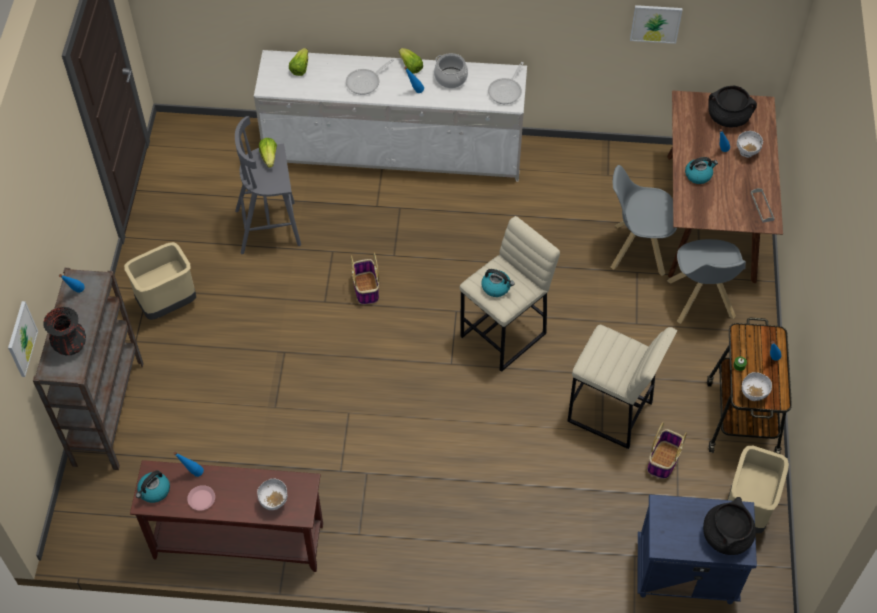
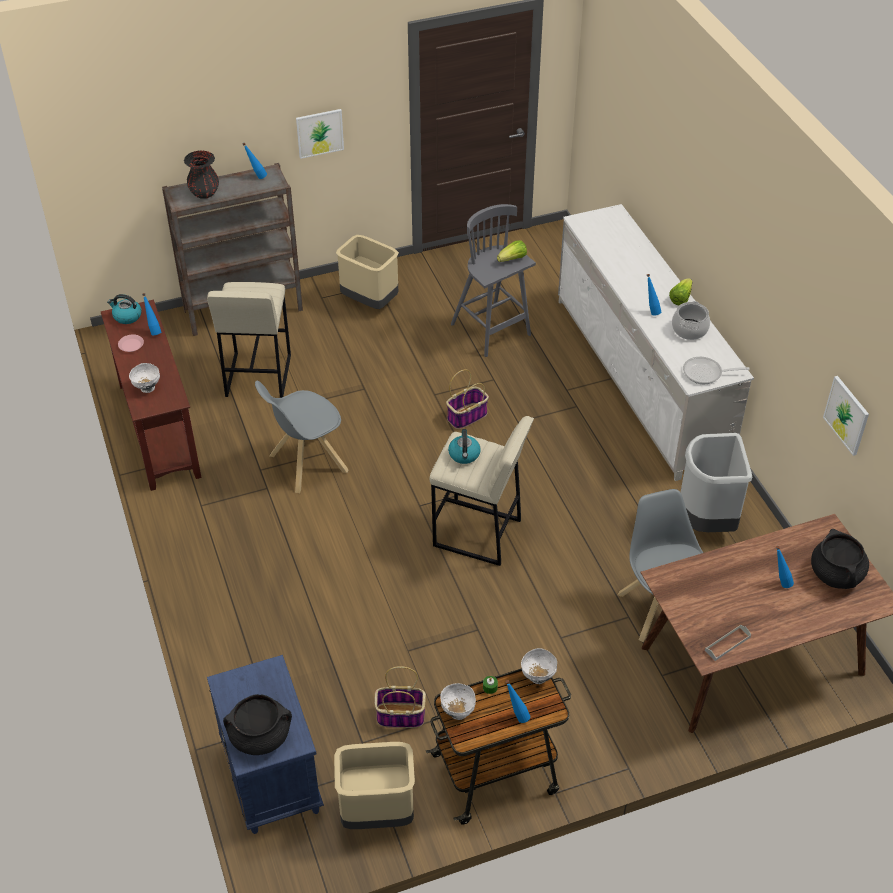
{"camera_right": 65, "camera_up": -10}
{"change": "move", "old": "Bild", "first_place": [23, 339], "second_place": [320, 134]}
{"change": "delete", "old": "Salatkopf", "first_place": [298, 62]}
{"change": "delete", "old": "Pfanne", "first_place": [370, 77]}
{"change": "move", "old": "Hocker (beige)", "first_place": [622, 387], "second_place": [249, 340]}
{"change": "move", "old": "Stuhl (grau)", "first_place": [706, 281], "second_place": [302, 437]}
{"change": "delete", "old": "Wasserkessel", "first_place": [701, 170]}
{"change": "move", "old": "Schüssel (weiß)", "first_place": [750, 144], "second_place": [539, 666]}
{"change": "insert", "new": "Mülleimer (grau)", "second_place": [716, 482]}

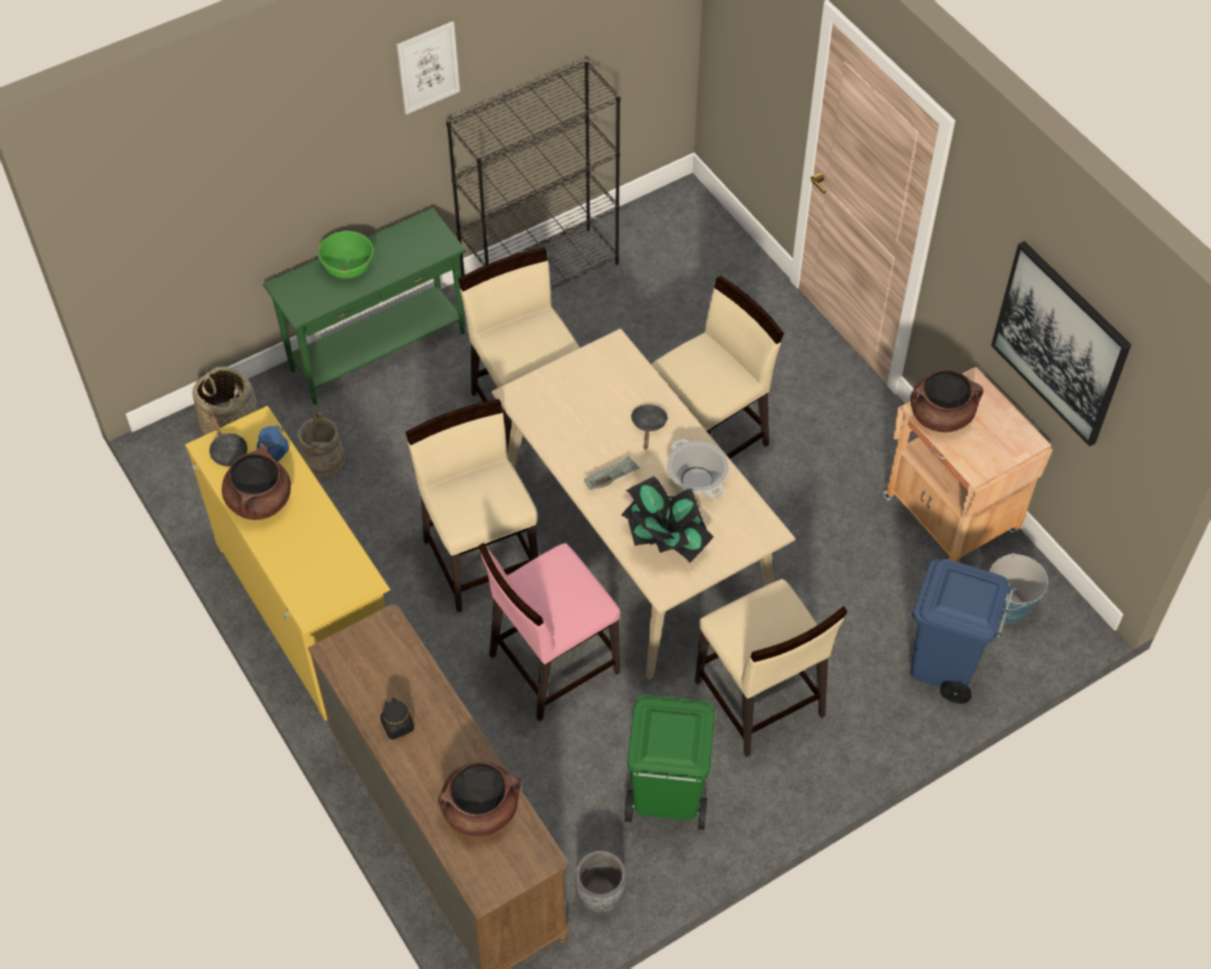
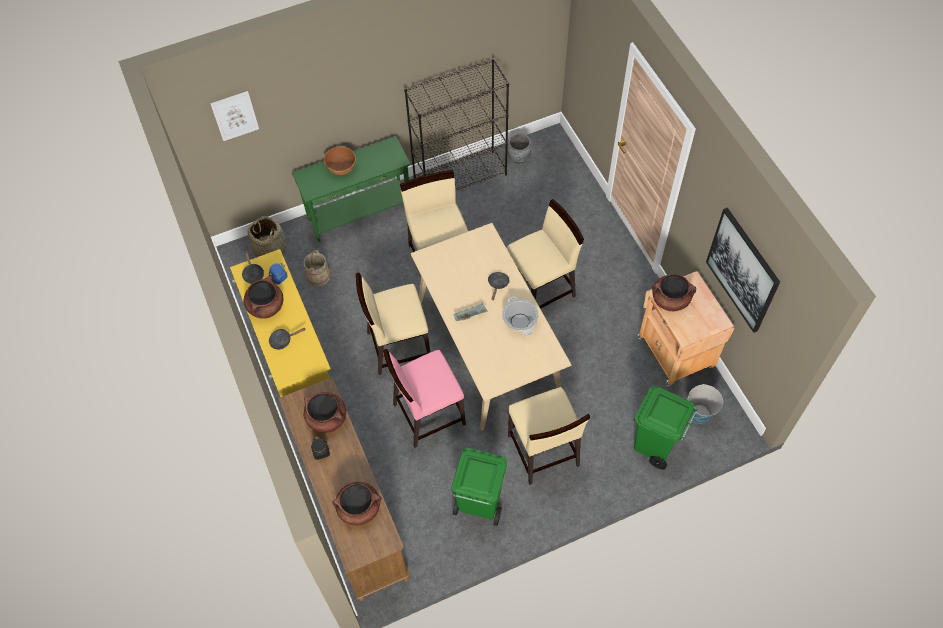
{"camera_right": 10, "camera_up": 5}
{"change": "recolor", "old": "Schüssel (grün)", "new": "Schüssel (braun)", "first_place": [345, 255], "second_place": [340, 160]}
{"change": "move", "old": "Bild", "first_place": [428, 68], "second_place": [234, 116]}
{"change": "rotate", "old": "Stuhl (beige)", "first_place": [472, 505], "second_place": [393, 324], "degrees": -90}
{"change": "move", "old": "Pflanzkübel (grau)", "first_place": [600, 881], "second_place": [519, 148]}
{"change": "delete", "old": "Topfpflanze", "first_place": [667, 519]}
{"change": "recolor", "old": "Mülleimer (blau)", "new": "Mülleimer (grün)", "first_place": [963, 631], "second_place": [666, 428]}
{"change": "insert", "new": "Pfanne (schwarz)", "second_place": [287, 339]}
{"change": "insert", "new": "Kochtopf (braun)", "second_place": [325, 412]}

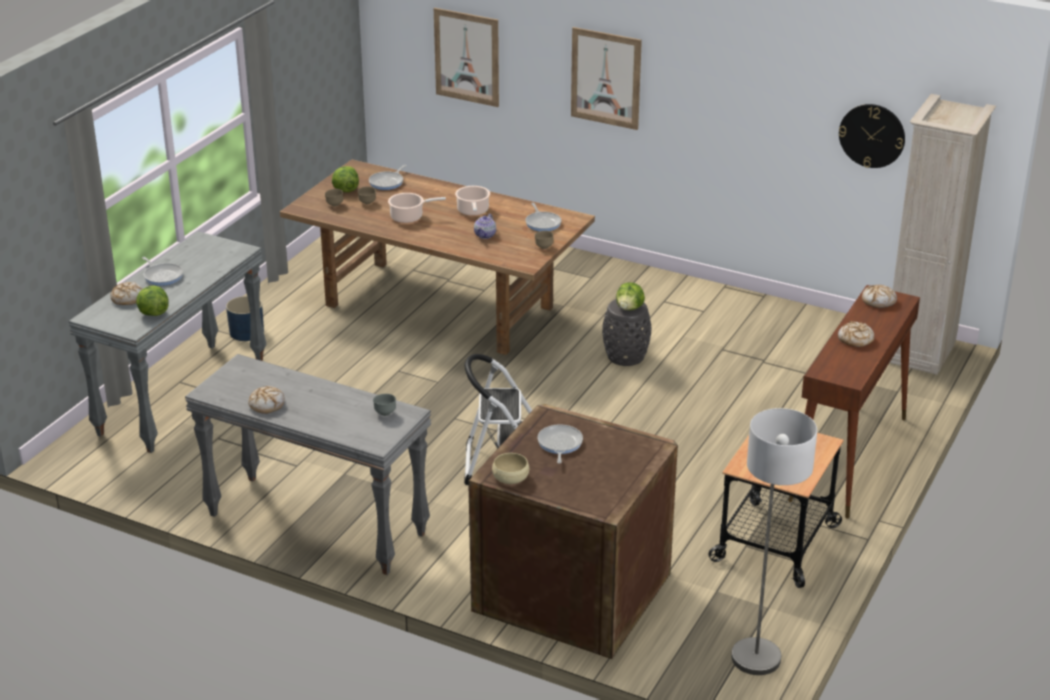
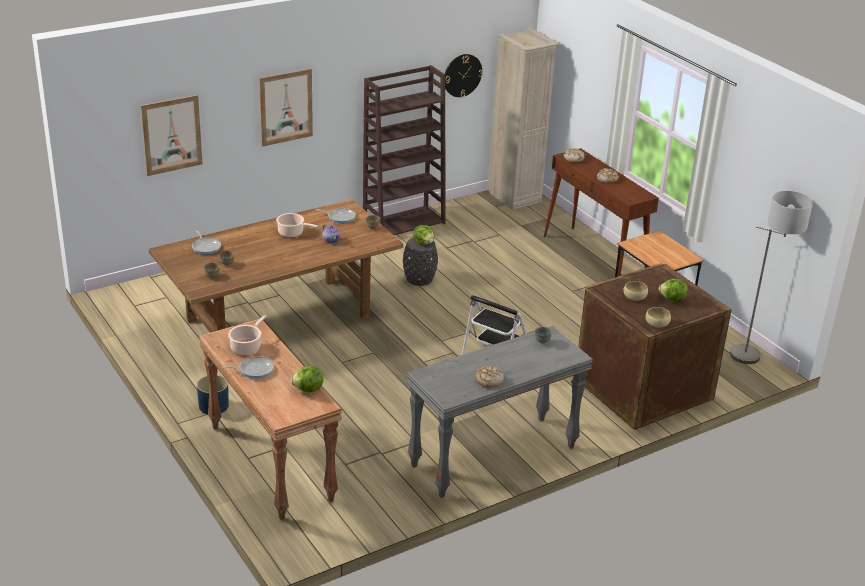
{"camera_right": -60, "camera_up": 0}
{"change": "recolor", "old": "Konsolentisch (grau)", "new": "Konsolentisch (braun)", "first_place": [167, 342], "second_place": [270, 419]}
{"change": "delete", "old": "Brot", "first_place": [126, 293]}
{"change": "move", "old": "Salatkopf", "first_place": [345, 179], "second_place": [673, 290]}
{"change": "move", "old": "Kochtopf", "first_place": [417, 208], "second_place": [247, 335]}
{"change": "replace", "old": "Pfanne", "new": "Schüssel (beige)", "first_place": [560, 443], "second_place": [635, 291]}
{"change": "insert", "new": "Bücherregal (braun)", "second_place": [404, 150]}

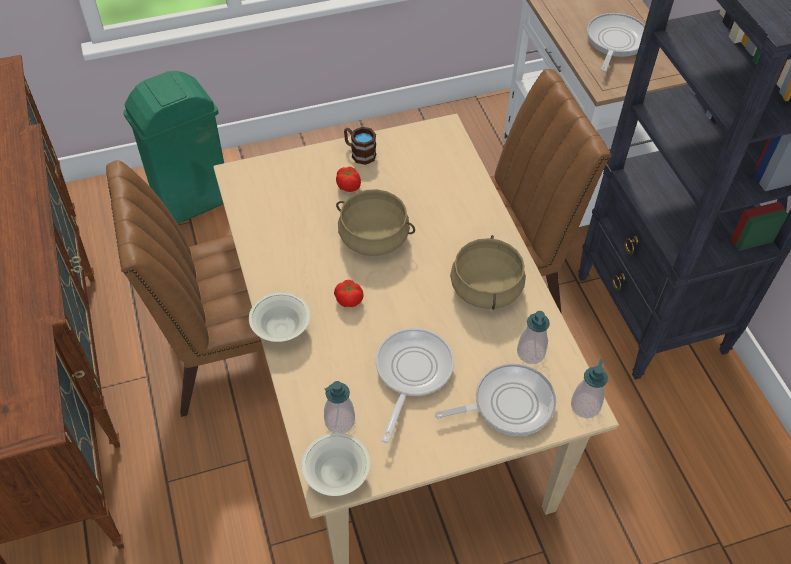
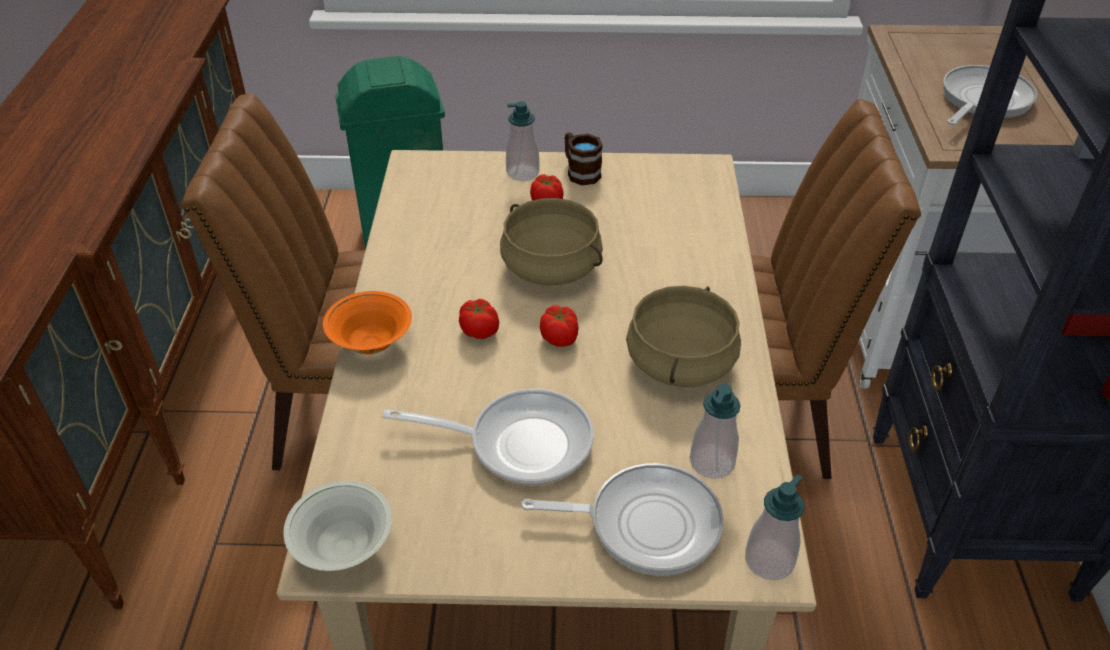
{"camera_right": 20, "camera_up": -10}
{"change": "recolor", "old": "Schüssel (weiß)", "new": "Schüssel (orange)", "first_place": [279, 317], "second_place": [367, 322]}
{"change": "move", "old": "Seifenspender", "first_place": [339, 407], "second_place": [523, 141]}
{"change": "rotate", "old": "Pfanne", "first_place": [415, 385], "second_place": [488, 437], "degrees": 60}
{"change": "insert", "new": "Tomate", "second_place": [559, 326]}

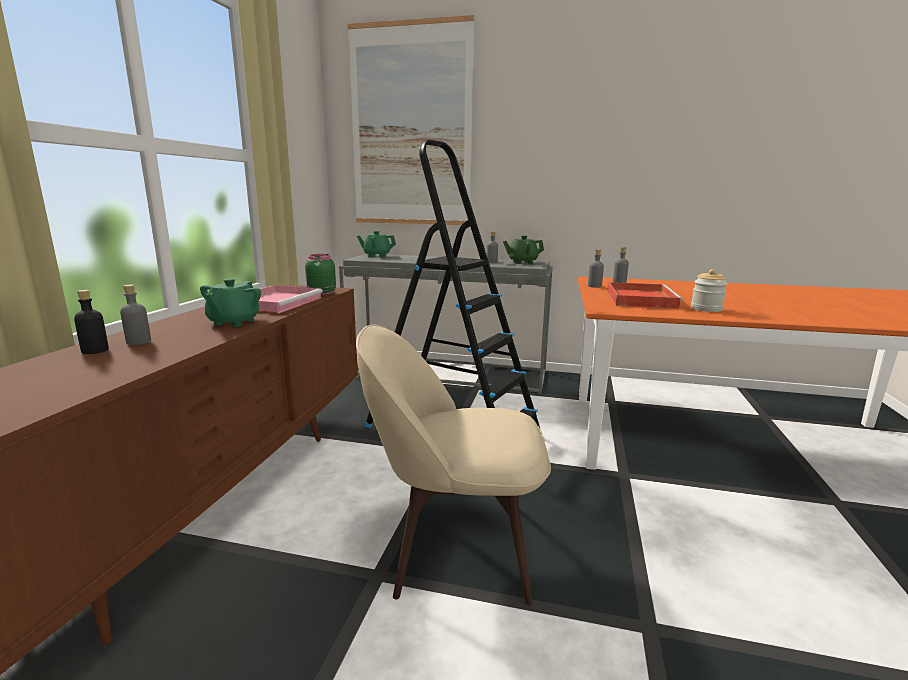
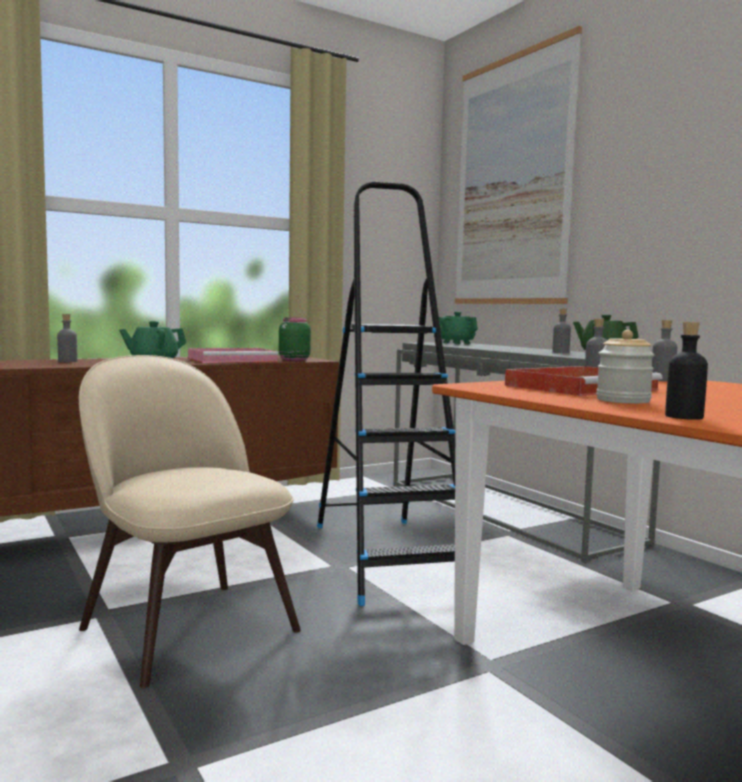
{"camera_right": 45, "camera_up": -10}
{"change": "move", "old": "Flasche (schwarz)", "first_place": [91, 322], "second_place": [686, 371]}

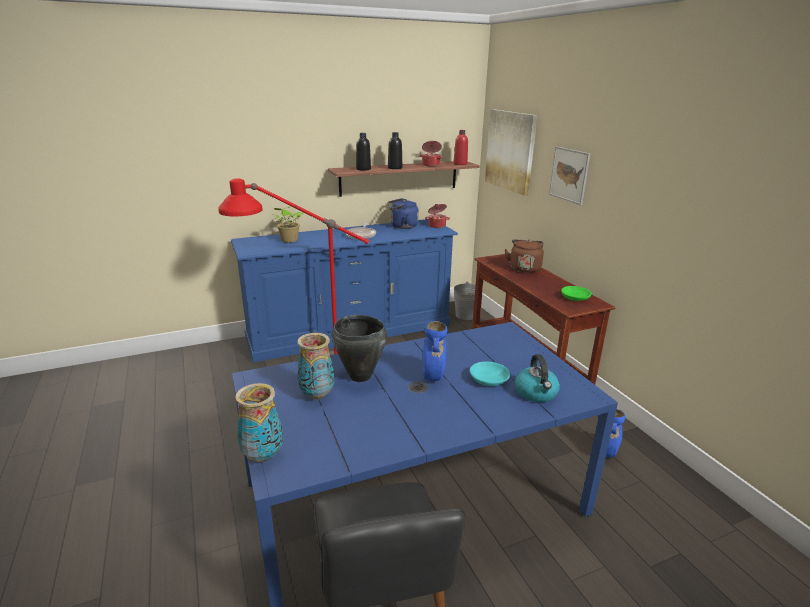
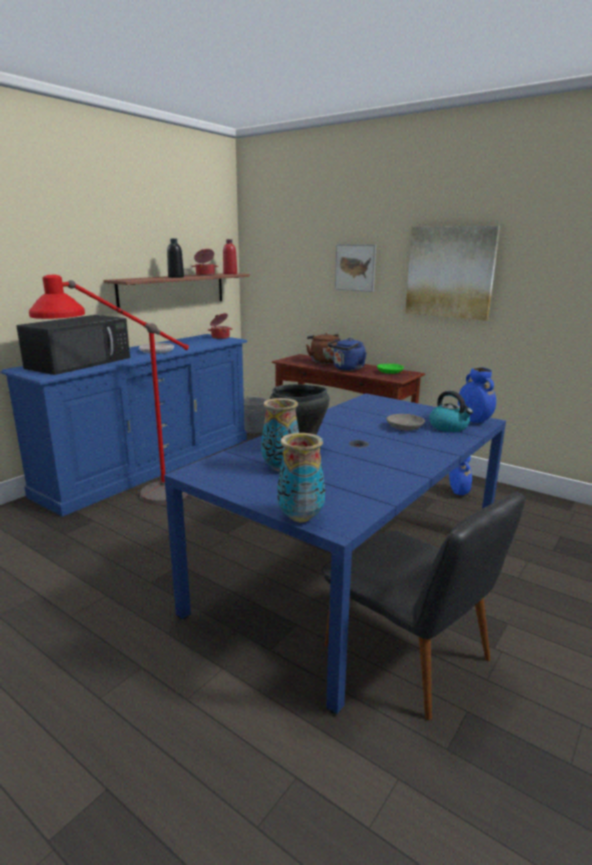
{"camera_right": -30, "camera_up": -5}
{"change": "replace", "old": "Topfpflanze", "new": "Mikrowelle (schwarz)", "first_place": [288, 224], "second_place": [73, 345]}
{"change": "delete", "old": "Flasche (schwarz)", "first_place": [363, 152]}
{"change": "move", "old": "Wasserkessel (blau)", "first_place": [403, 213], "second_place": [347, 354]}
{"change": "move", "old": "Vase (blau)", "first_place": [435, 351], "second_place": [477, 395]}
{"change": "recolor", "old": "Schüssel (türkis)", "new": "Schüssel (grau)", "first_place": [490, 373], "second_place": [405, 422]}
{"change": "move", "old": "Bild", "first_place": [511, 152], "second_place": [452, 273]}

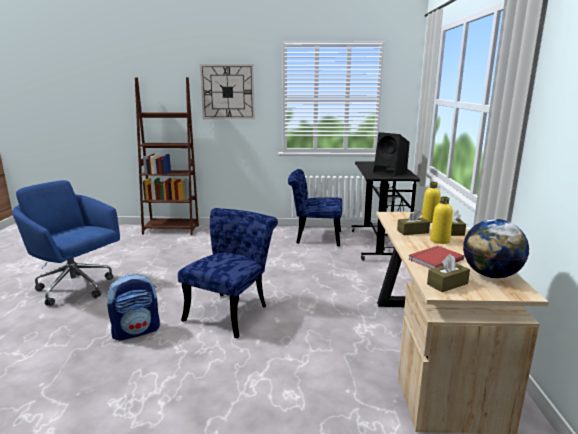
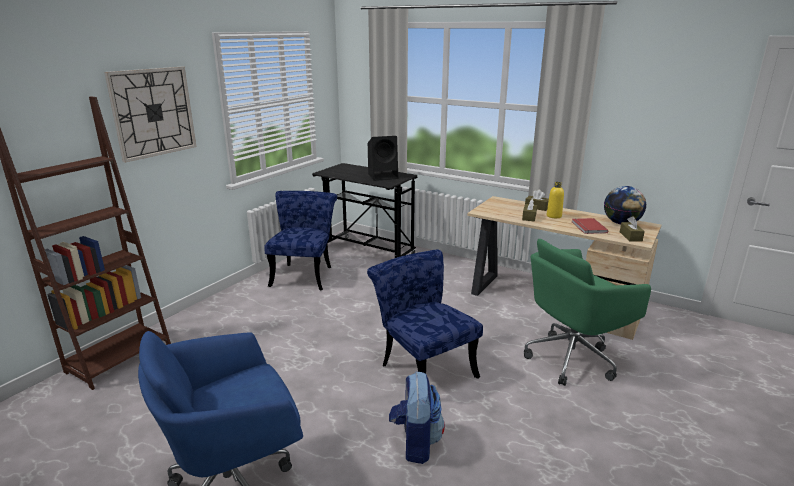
{"camera_right": -60, "camera_up": 5}
{"change": "rotate", "old": "Stuhl (blau)", "first_place": [315, 208], "second_place": [300, 240], "degrees": 150}
{"change": "delete", "old": "Flasche (gelb)", "first_place": [431, 202]}
{"change": "insert", "new": "Bürostuhl (grün)", "second_place": [587, 312]}

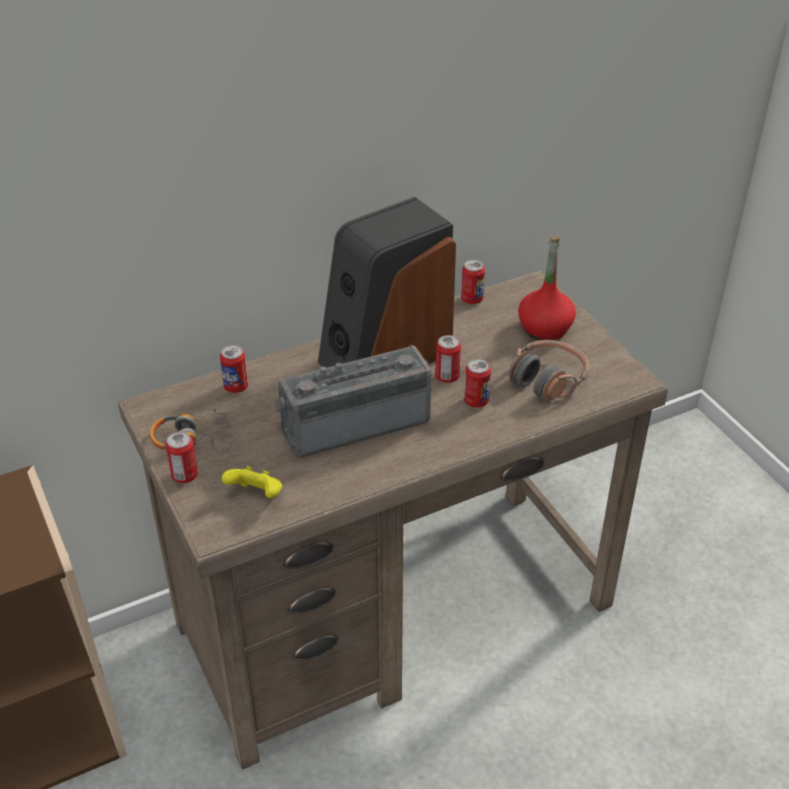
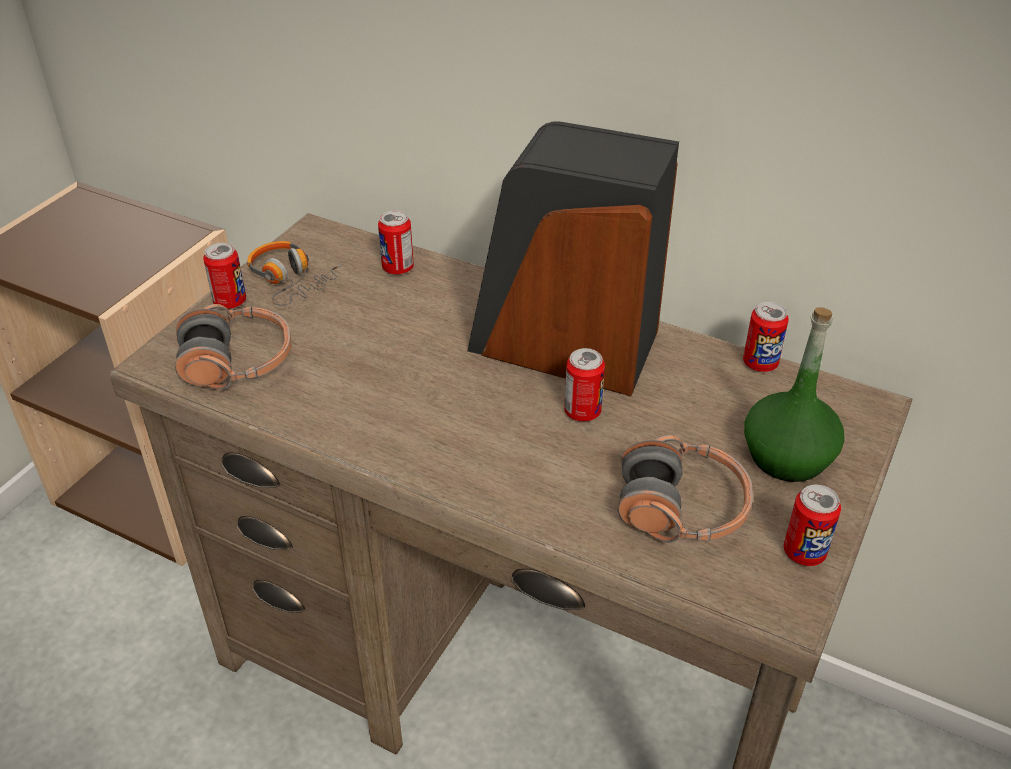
{"camera_right": 55, "camera_up": 0}
{"change": "replace", "old": "Gamepad (gelb)", "new": "Kopfhörer", "first_place": [252, 482], "second_place": [233, 347]}
{"change": "delete", "old": "Radio", "first_place": [352, 401]}
{"change": "move", "old": "Dose", "first_place": [477, 383], "second_place": [812, 525]}
{"change": "recolor", "old": "Flasche (rot)", "new": "Flasche (grün)", "first_place": [547, 288], "second_place": [794, 394]}

